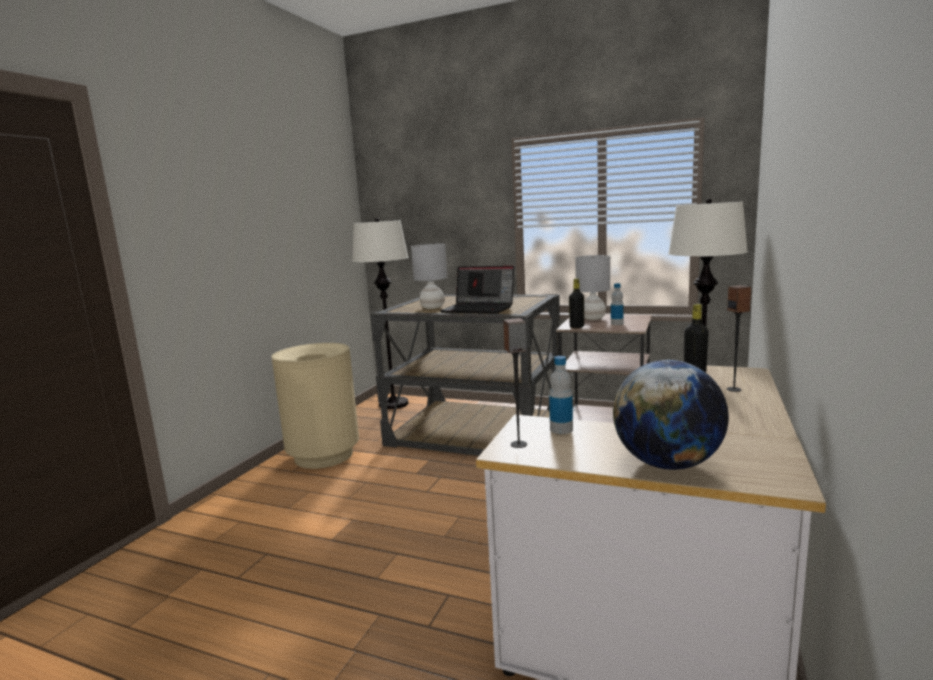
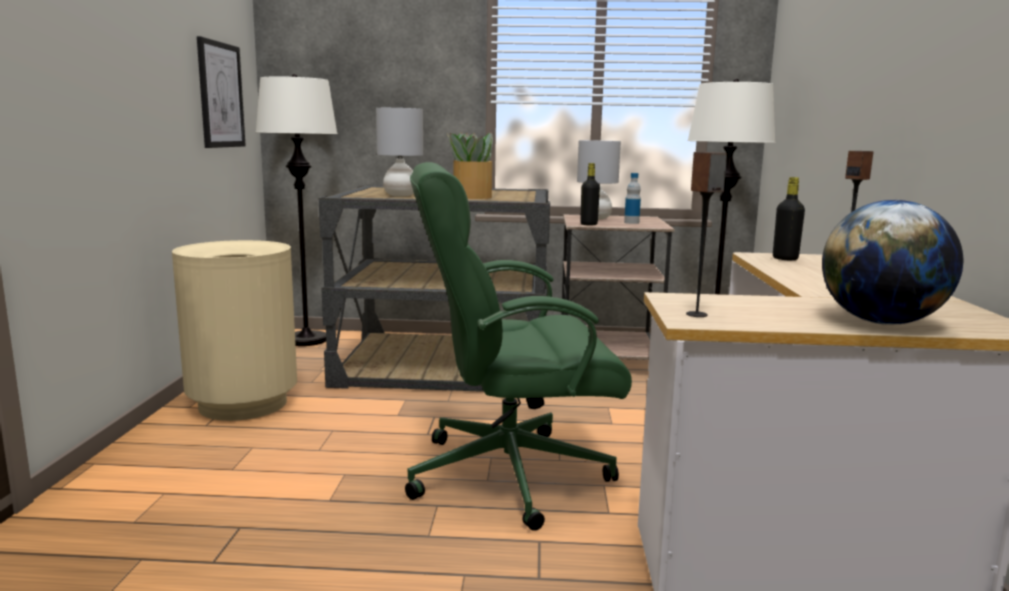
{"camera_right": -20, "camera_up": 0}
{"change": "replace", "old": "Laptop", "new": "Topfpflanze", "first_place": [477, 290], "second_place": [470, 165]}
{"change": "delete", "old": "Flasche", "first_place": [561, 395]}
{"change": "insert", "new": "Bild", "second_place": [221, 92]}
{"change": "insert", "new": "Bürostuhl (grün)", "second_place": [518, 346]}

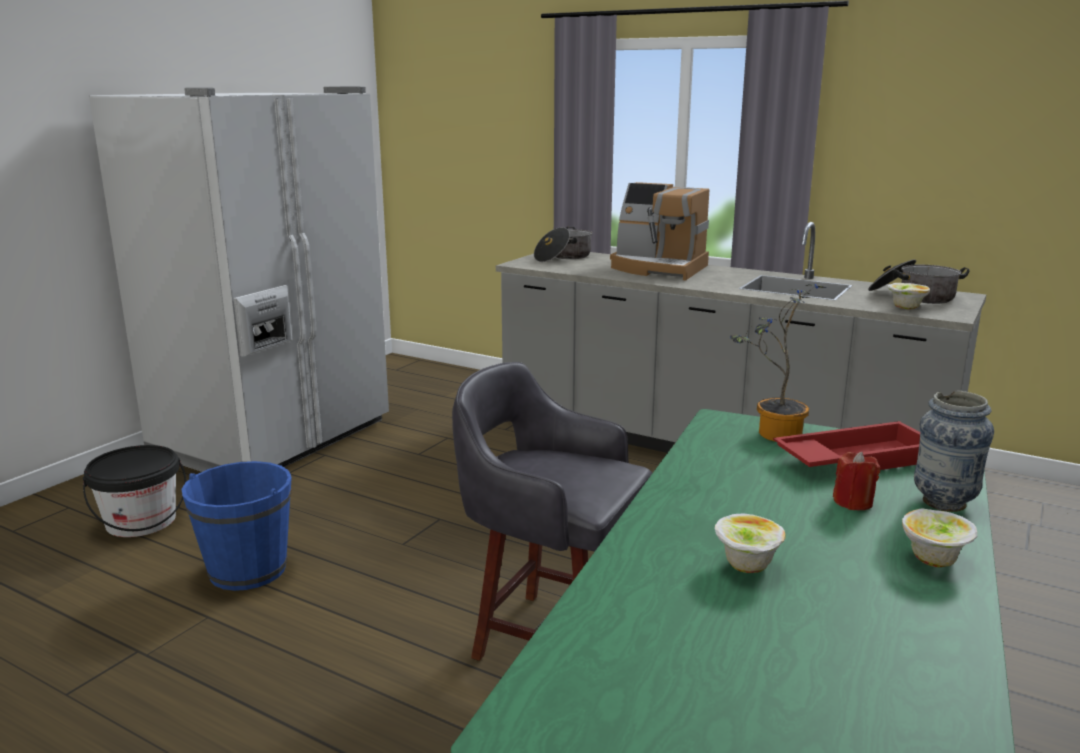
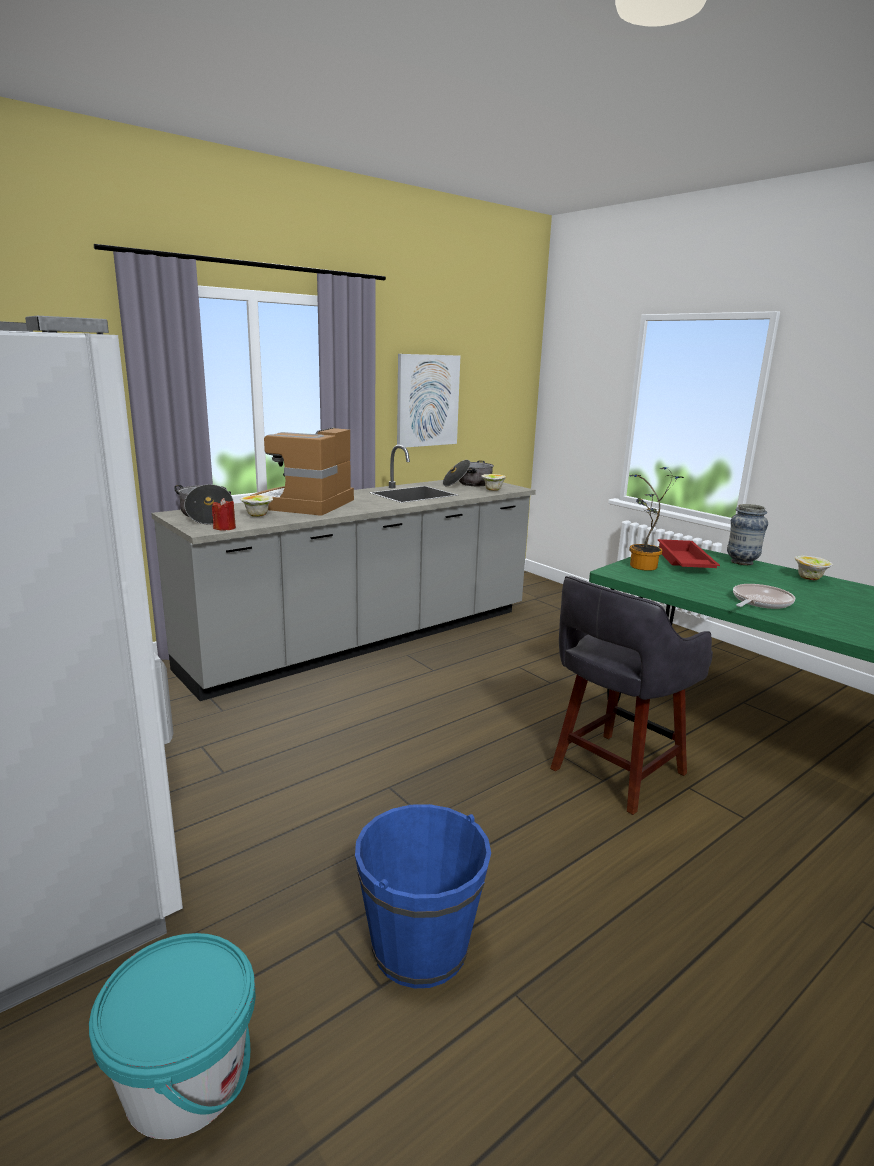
{"camera_right": -70, "camera_up": 0}
{"change": "recolor", "old": "Eimer (schwarz)", "new": "Eimer (türkis)", "first_place": [134, 491], "second_place": [172, 1036]}
{"change": "rotate", "old": "Kaffeemaschine", "first_place": [659, 231], "second_place": [302, 471], "degrees": 150}
{"change": "move", "old": "Schüssel", "first_place": [750, 543], "second_place": [256, 506]}
{"change": "move", "old": "Kerze (rot)", "first_place": [856, 481], "second_place": [224, 514]}
{"change": "insert", "new": "Bild", "second_place": [428, 401]}
{"change": "insert", "new": "Pfanne", "second_place": [764, 596]}

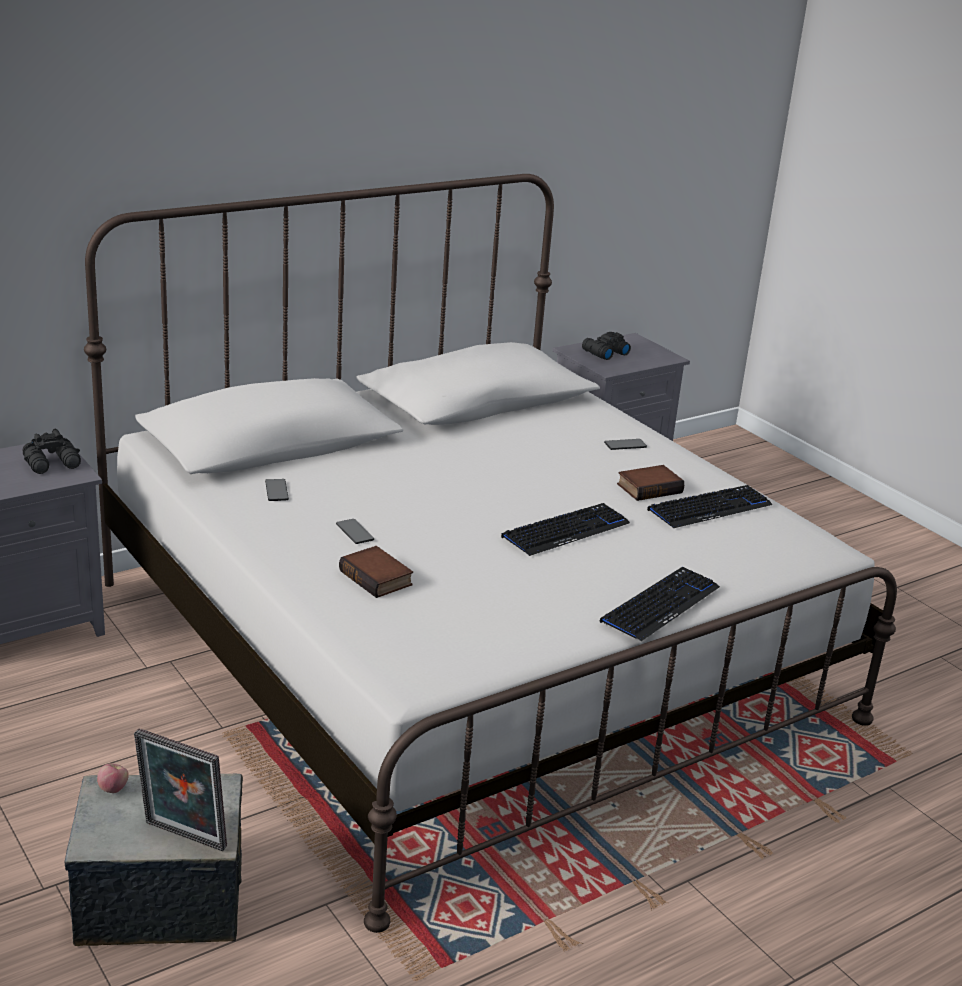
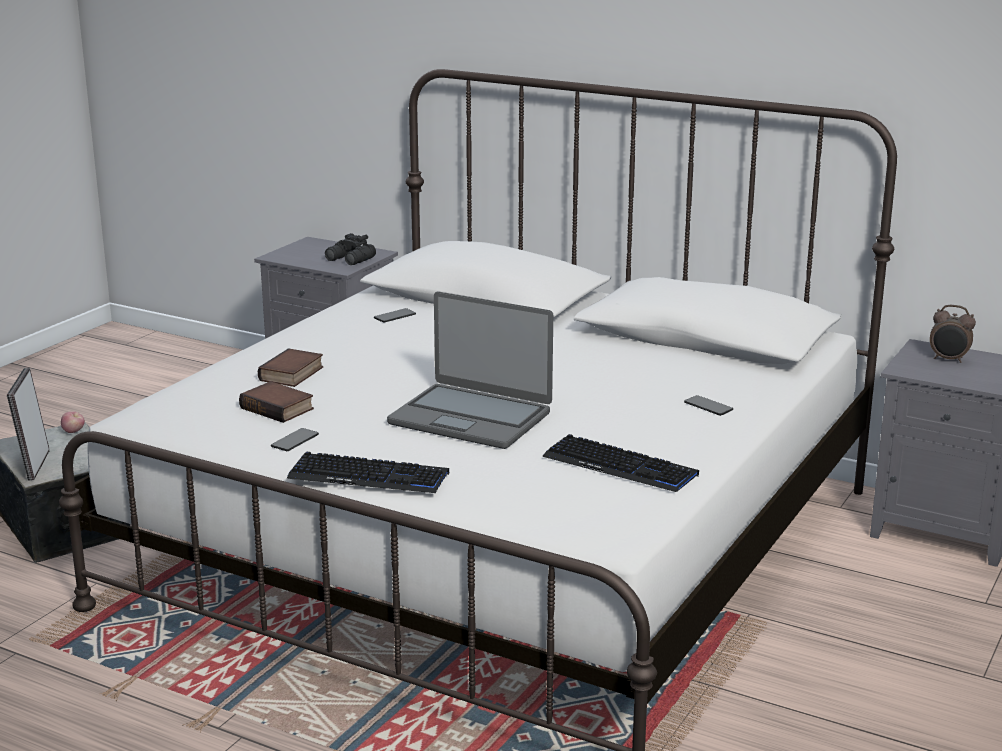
{"camera_right": 65, "camera_up": -5}
{"change": "move", "old": "Handy", "first_place": [355, 531], "second_place": [295, 439]}
{"change": "replace", "old": "Tastatur", "new": "Laptop", "first_place": [565, 529], "second_place": [470, 370]}
{"change": "replace", "old": "Fernglas (schwarz)", "new": "Wecker", "first_place": [606, 346], "second_place": [953, 334]}
{"change": "move", "old": "Buch", "first_place": [650, 483], "second_place": [276, 402]}

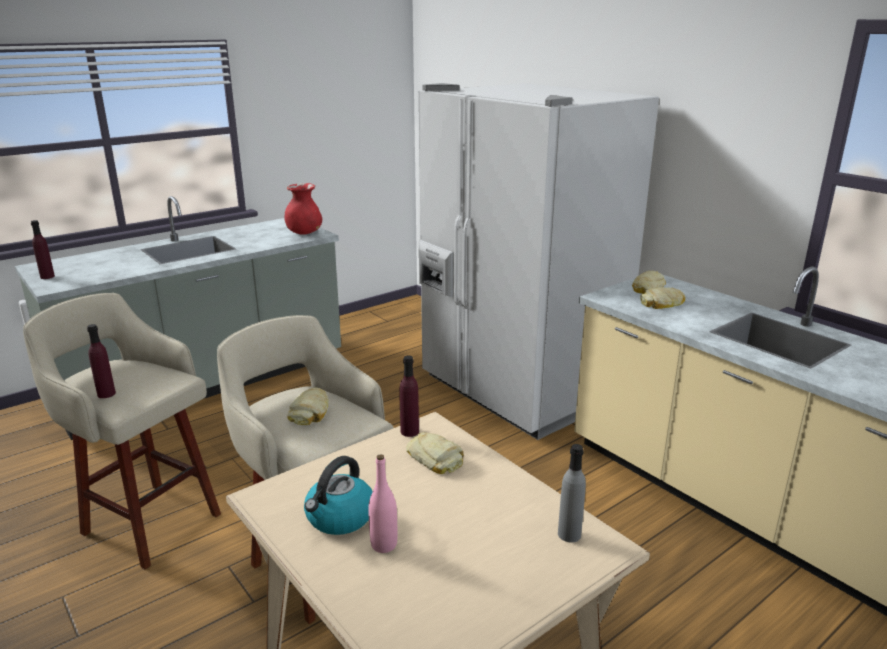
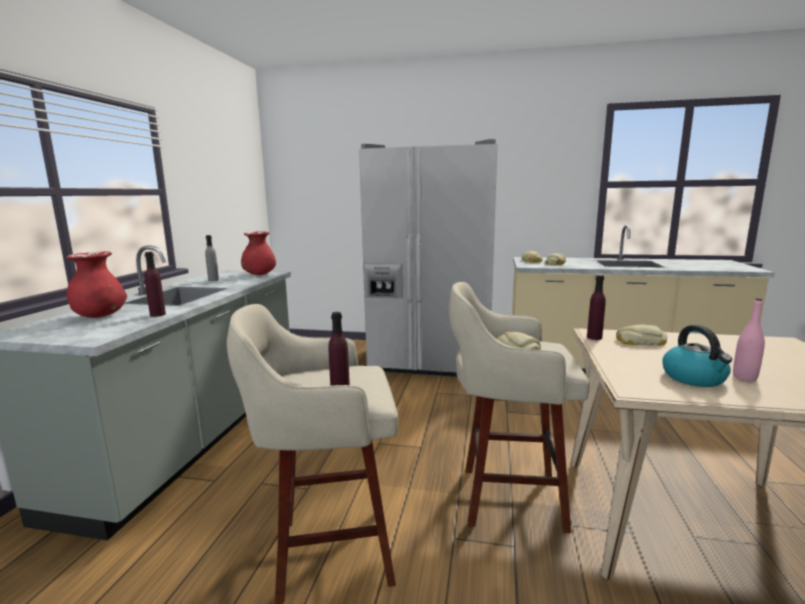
{"camera_right": -40, "camera_up": -10}
{"change": "move", "old": "Flasche (lila)", "first_place": [43, 249], "second_place": [155, 284]}
{"change": "move", "old": "Flasche (grau)", "first_place": [572, 493], "second_place": [212, 258]}
{"change": "insert", "new": "Vase (rot)", "second_place": [96, 284]}

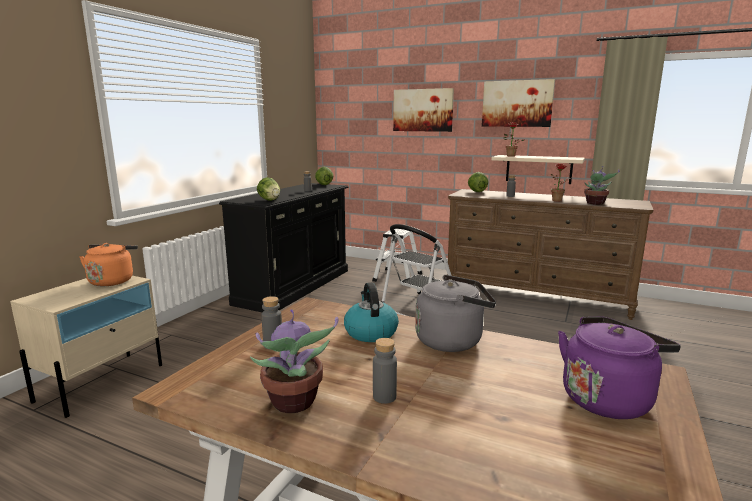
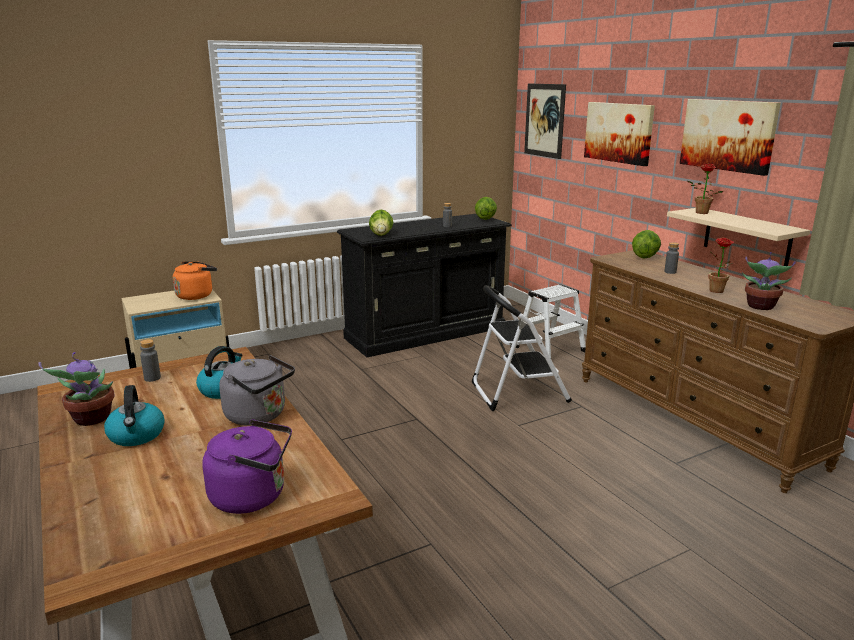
{"camera_right": 35, "camera_up": 5}
{"change": "replace", "old": "Flasche (grau)", "new": "Wasserkessel", "first_place": [385, 371], "second_place": [134, 415]}
{"change": "insert", "new": "Bild", "second_place": [545, 121]}

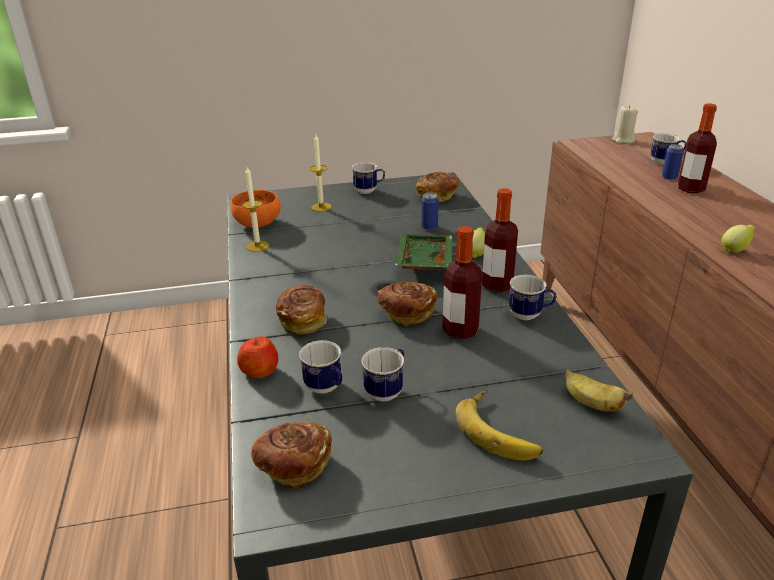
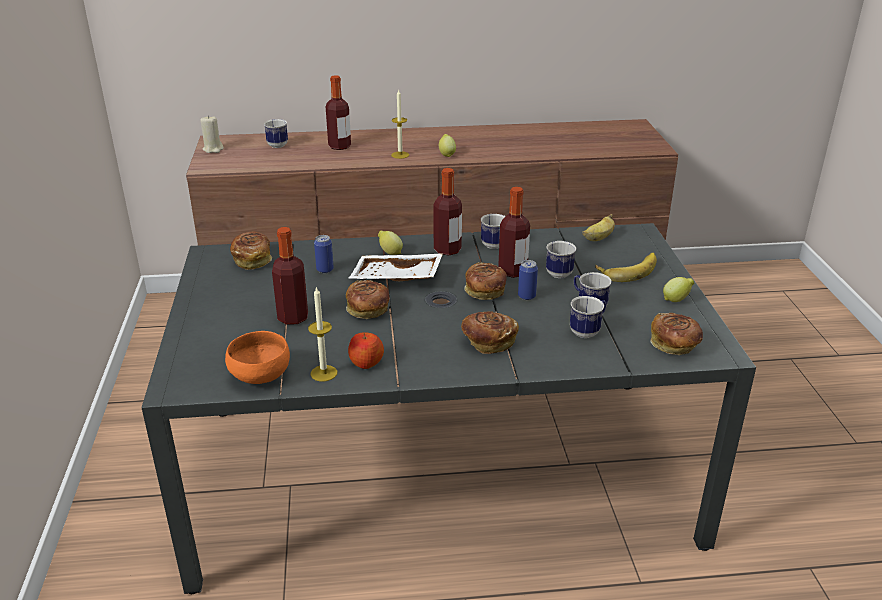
{"camera_right": -85, "camera_up": 0}
{"change": "move", "old": "Apfel", "first_place": [257, 357], "second_place": [366, 351]}
{"change": "move", "old": "Kerze", "first_place": [321, 173], "second_place": [400, 124]}
{"change": "move", "old": "Henkelbecher", "first_place": [368, 178], "second_place": [561, 259]}
{"change": "recolor", "old": "Tablett (grün)", "new": "Tablett (weiß)", "first_place": [423, 251], "second_place": [395, 267]}
{"change": "move", "old": "Dose", "first_place": [673, 162], "second_place": [528, 280]}
{"change": "insert", "new": "Flasche", "second_place": [290, 276]}
{"change": "insert", "new": "Brot", "second_place": [367, 299]}
{"change": "insert", "new": "Zitrone", "second_place": [678, 289]}

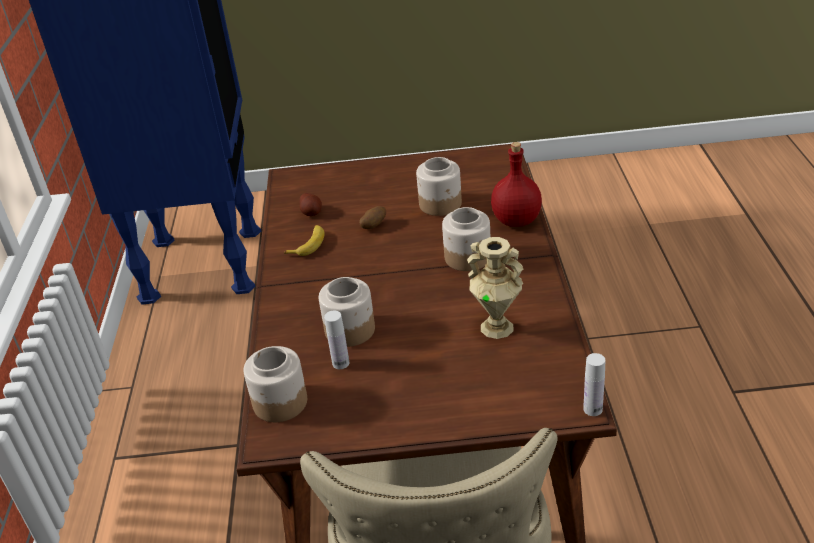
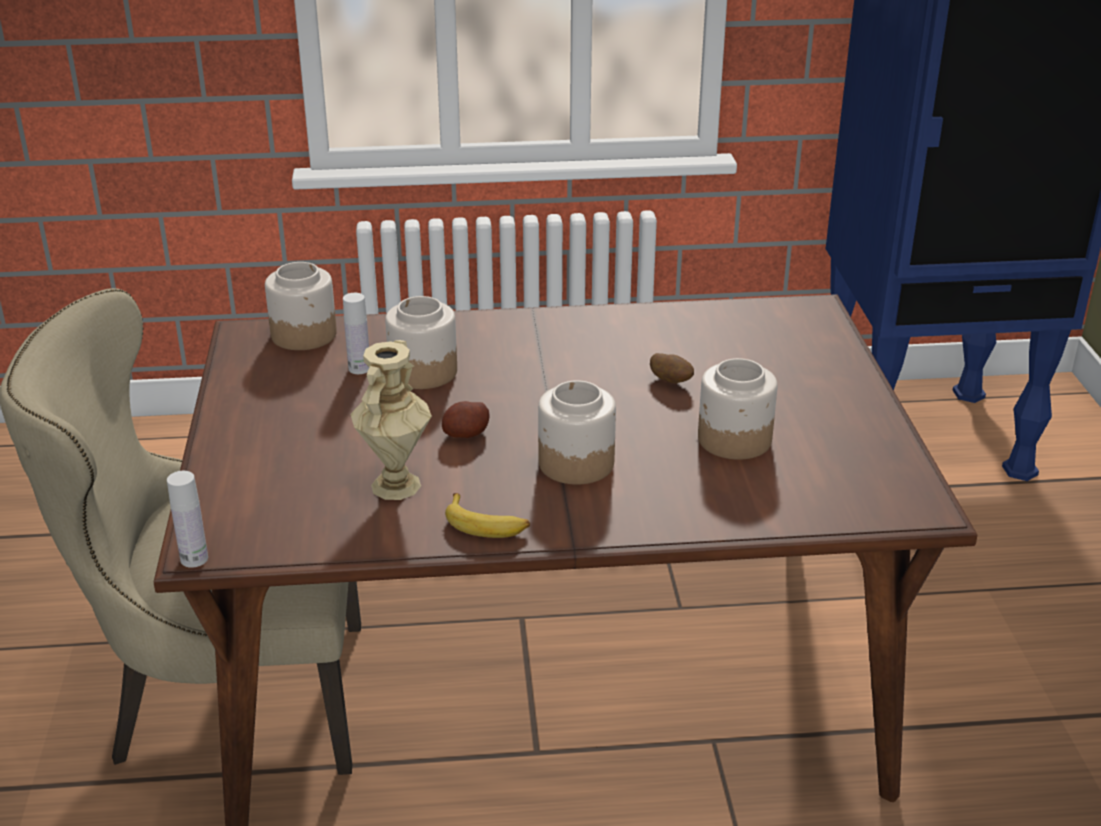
{"camera_right": 85, "camera_up": -5}
{"change": "move", "old": "Banane", "first_place": [304, 240], "second_place": [487, 515]}
{"change": "move", "old": "Kartoffel", "first_place": [311, 204], "second_place": [466, 419]}
{"change": "delete", "old": "Flasche (rot)", "first_place": [516, 184]}

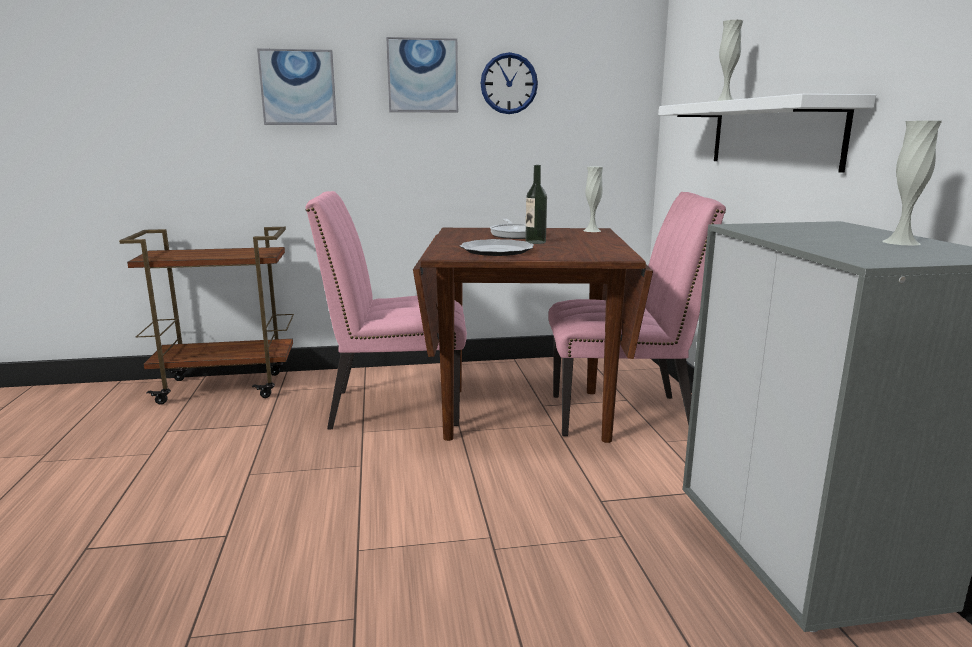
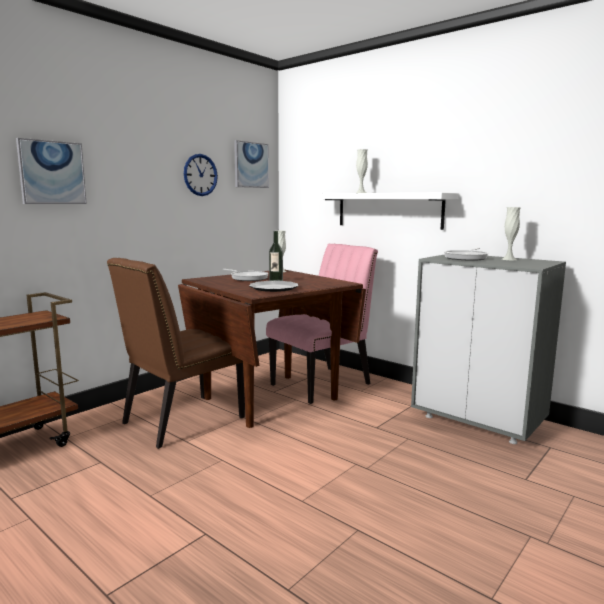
{"camera_right": -40, "camera_up": -5}
{"change": "recolor", "old": "Stuhl (rosa)", "new": "Stuhl (braun)", "first_place": [386, 310], "second_place": [176, 353]}
{"change": "move", "old": "Bild", "first_place": [422, 74], "second_place": [251, 164]}
{"change": "insert", "new": "Pfanne", "second_place": [466, 254]}

